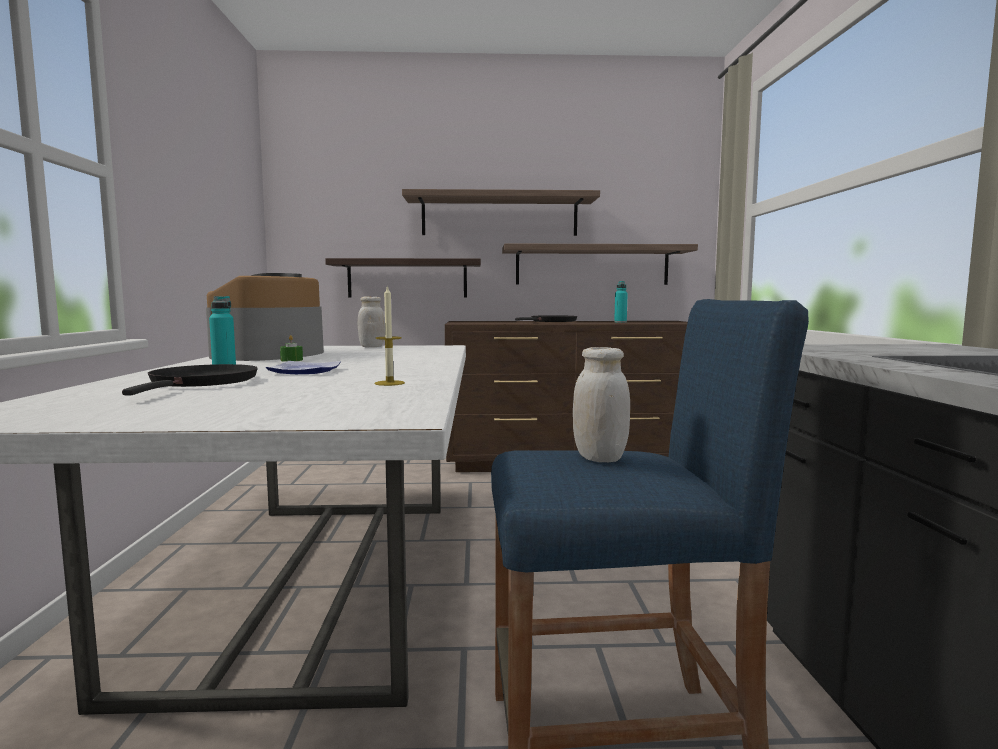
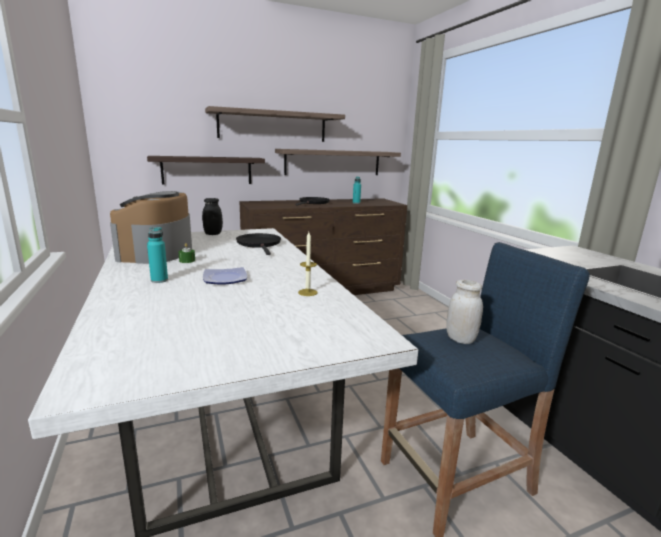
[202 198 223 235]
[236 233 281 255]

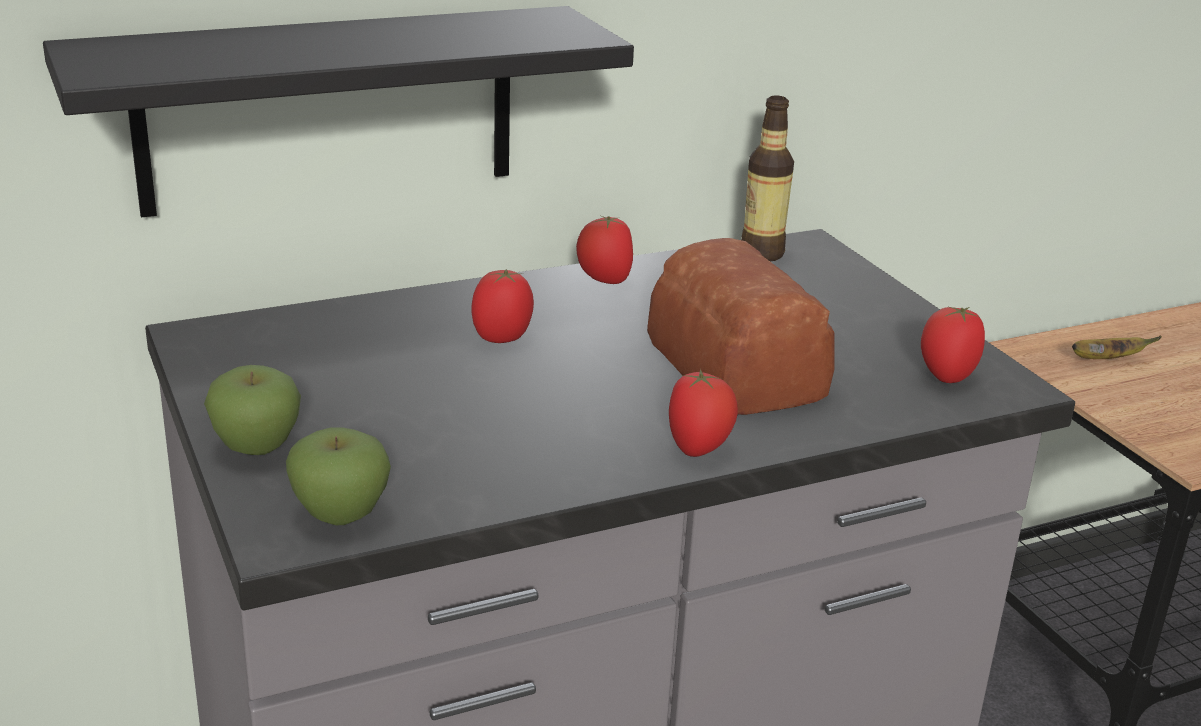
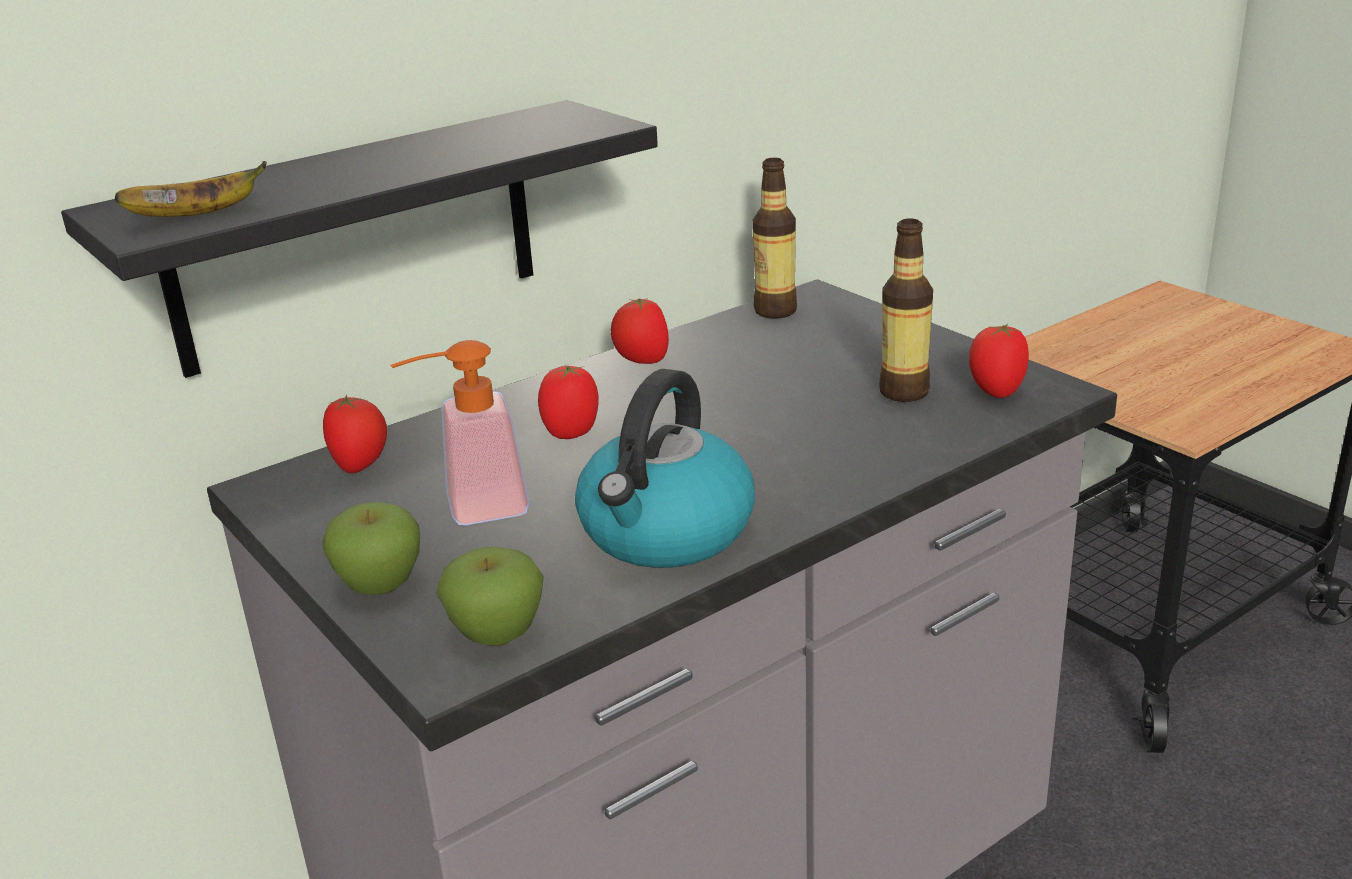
[115 161 267 217]
[323 395 387 473]
[390 340 530 525]
[575 369 755 568]
[879 218 933 402]
[647 238 834 415] (first image)

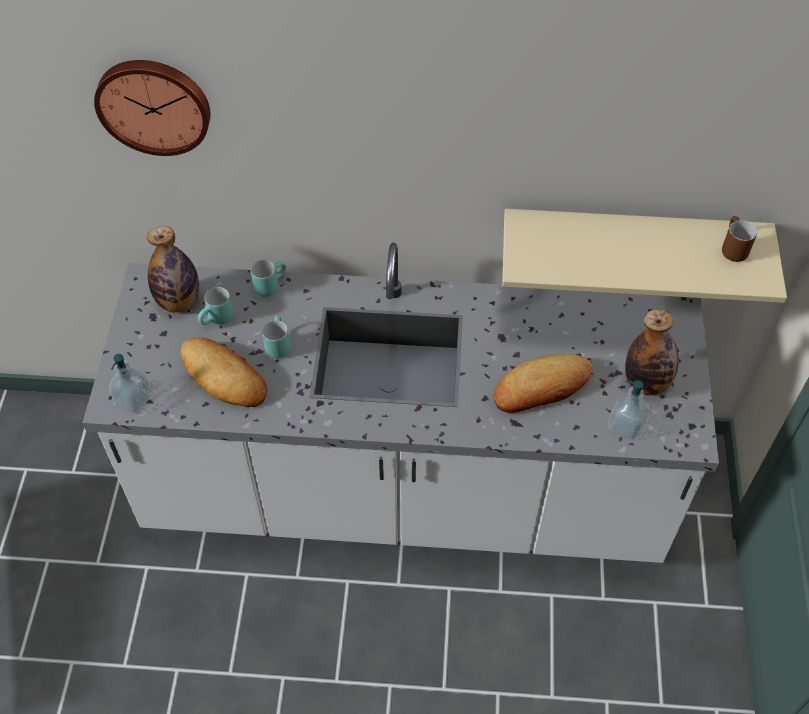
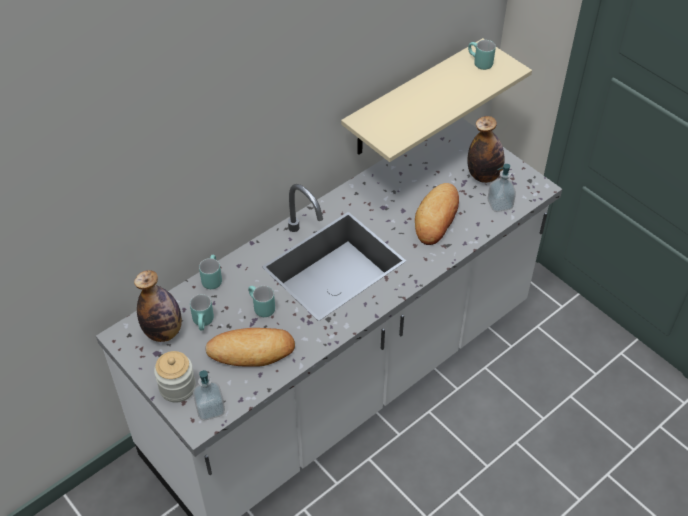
[154 351 196 403]
[468 40 496 70]
[94 60 210 156] (first image)

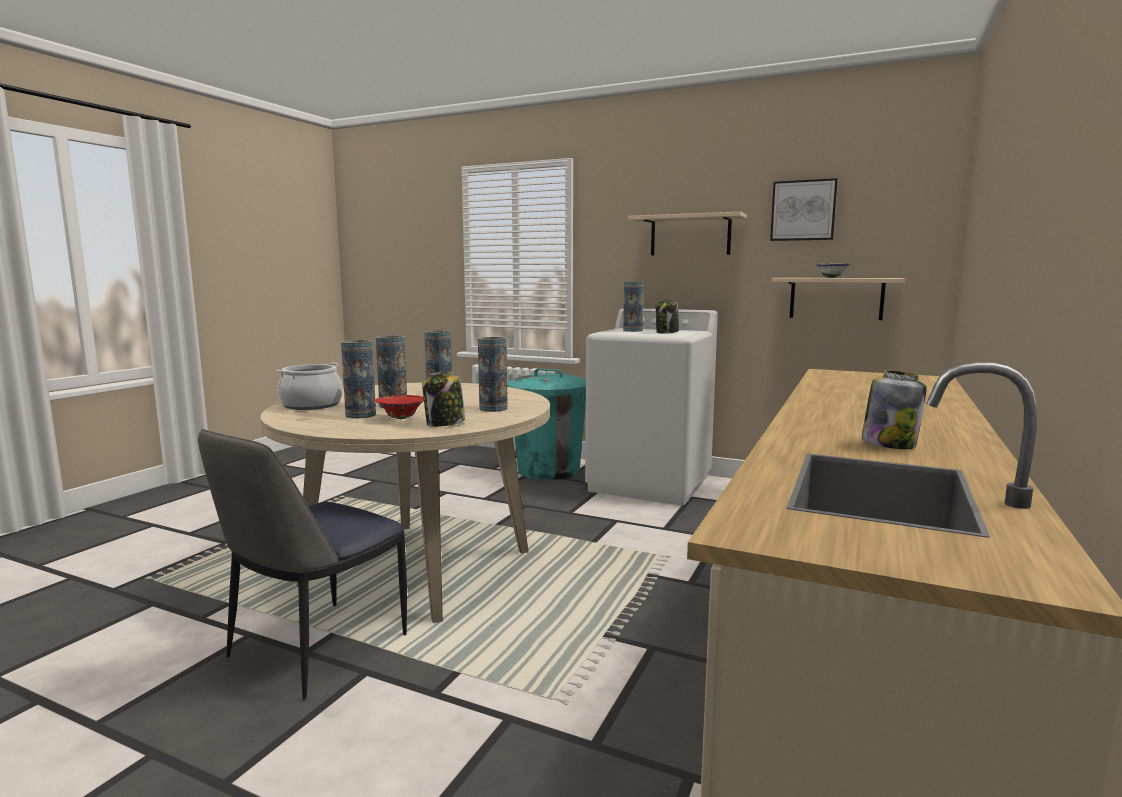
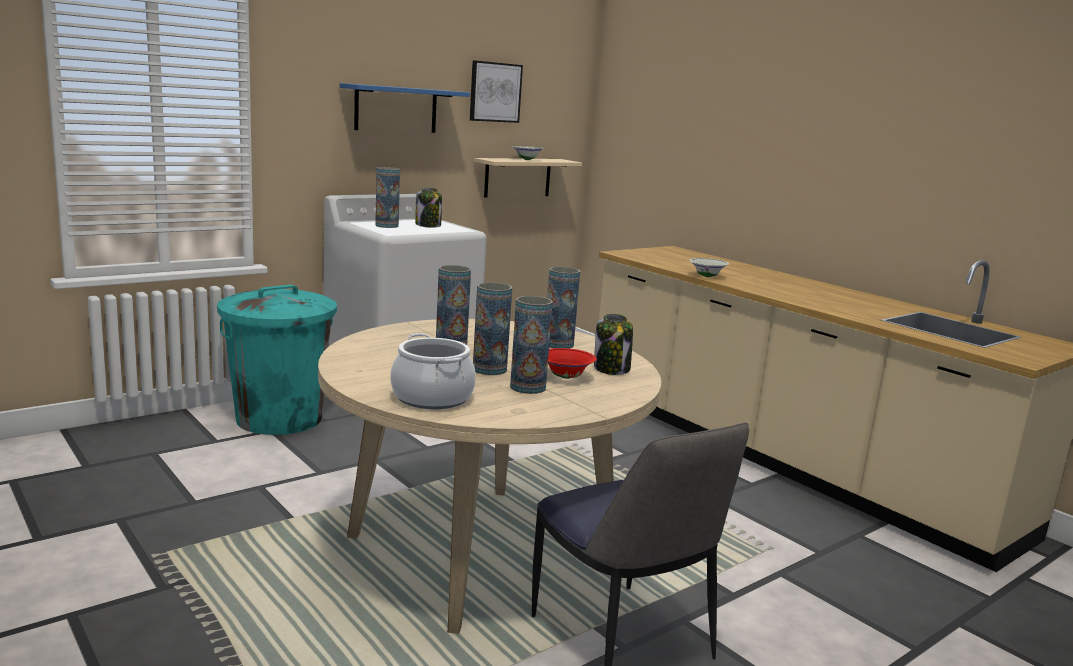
[339 83 470 133]
[689 258 729 277]
[862 371 927 449] (first image)

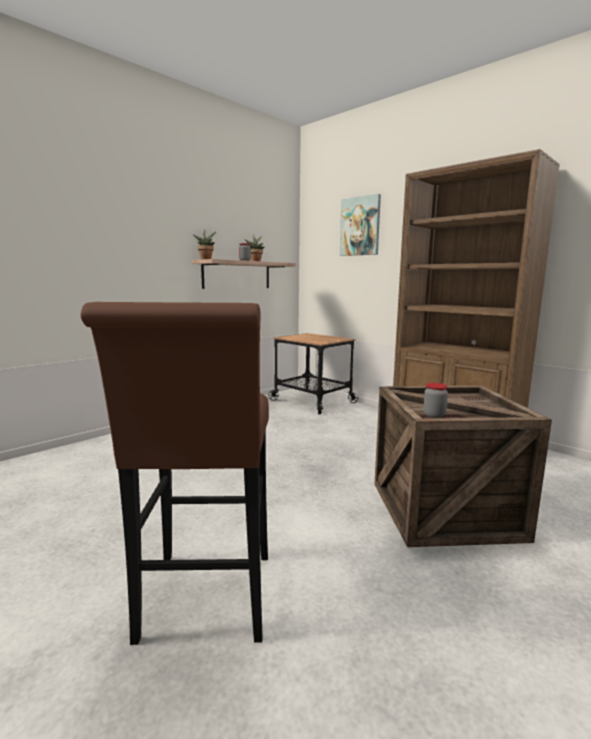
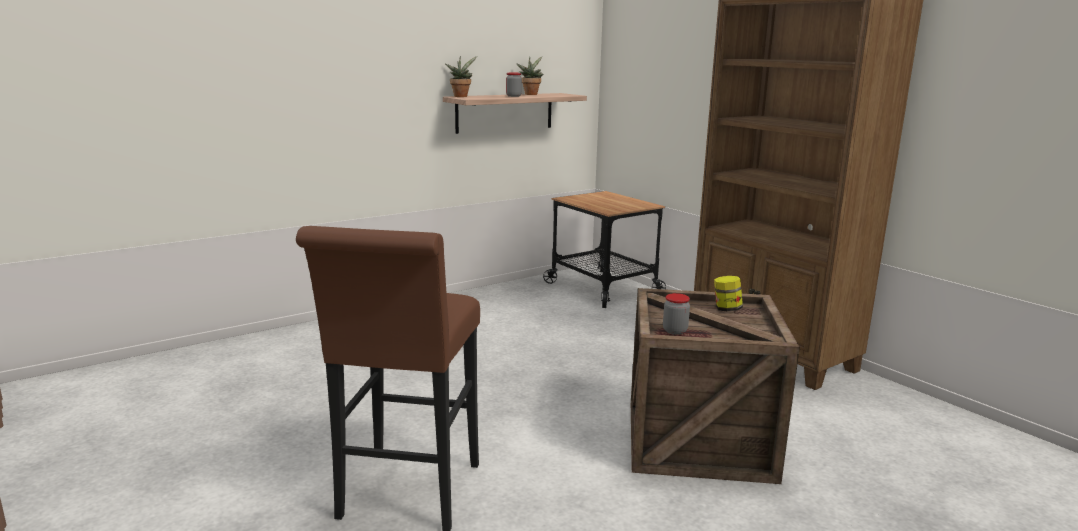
[714 276 743 311]
[340 194 381 256] (first image)

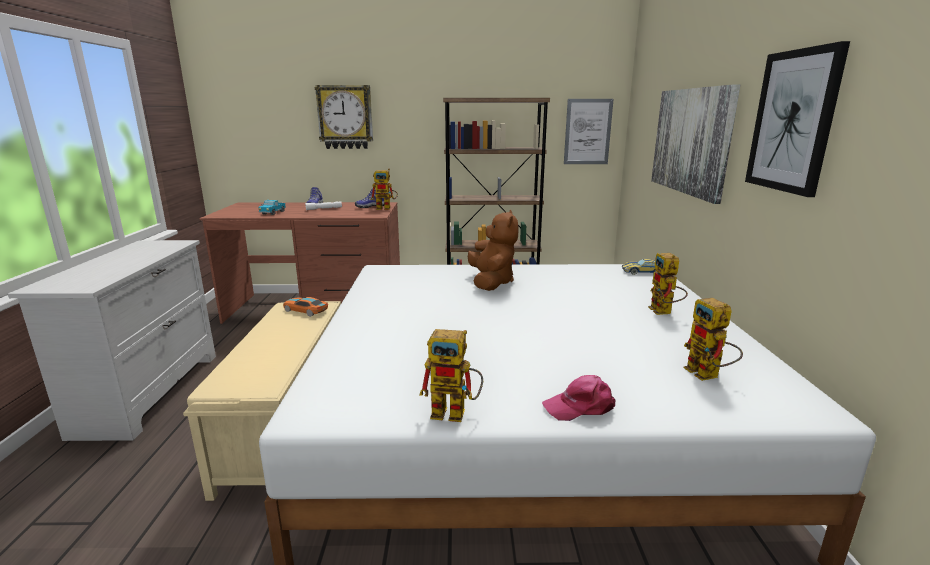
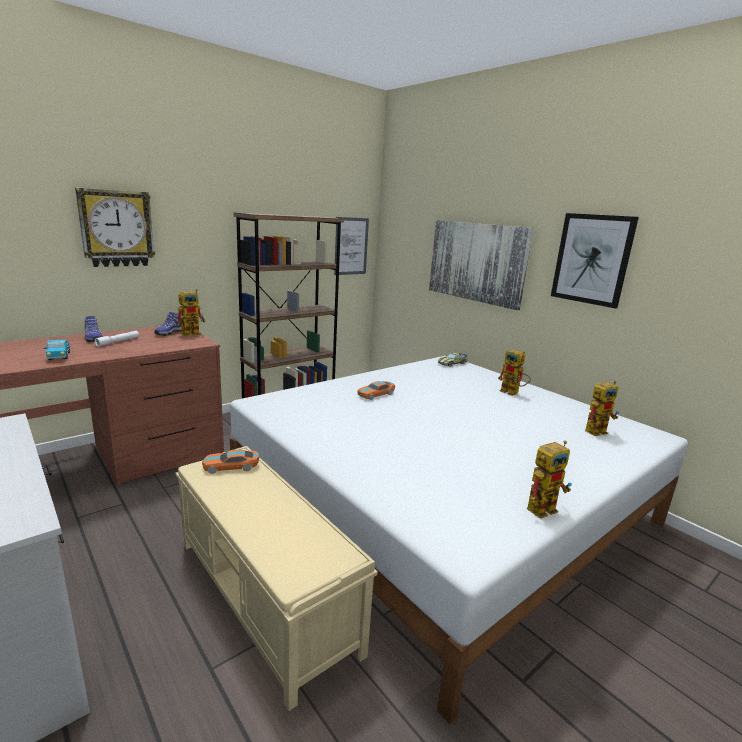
[357 381 395 400]
[585 381 619 436]
[542 375 615 421] (first image)

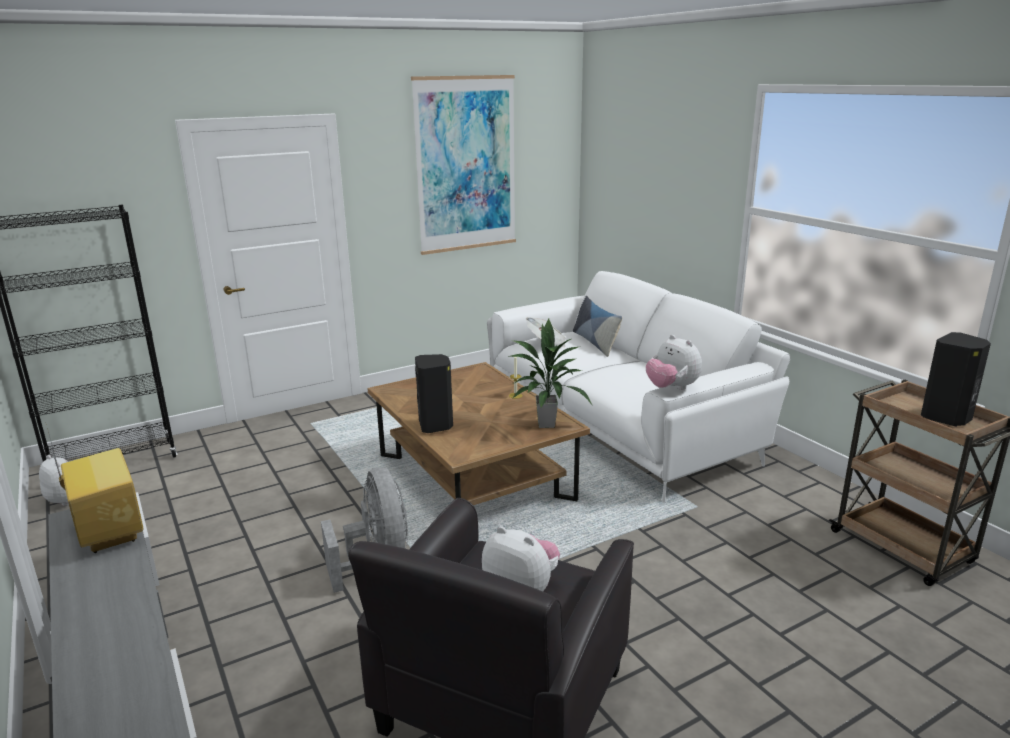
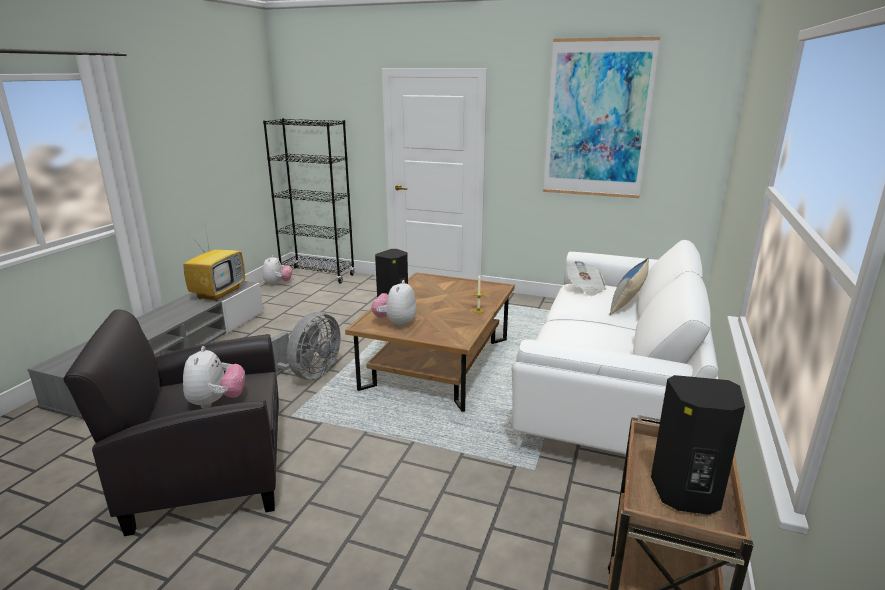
[371 280 416 327]
[509 319 592 428] (first image)

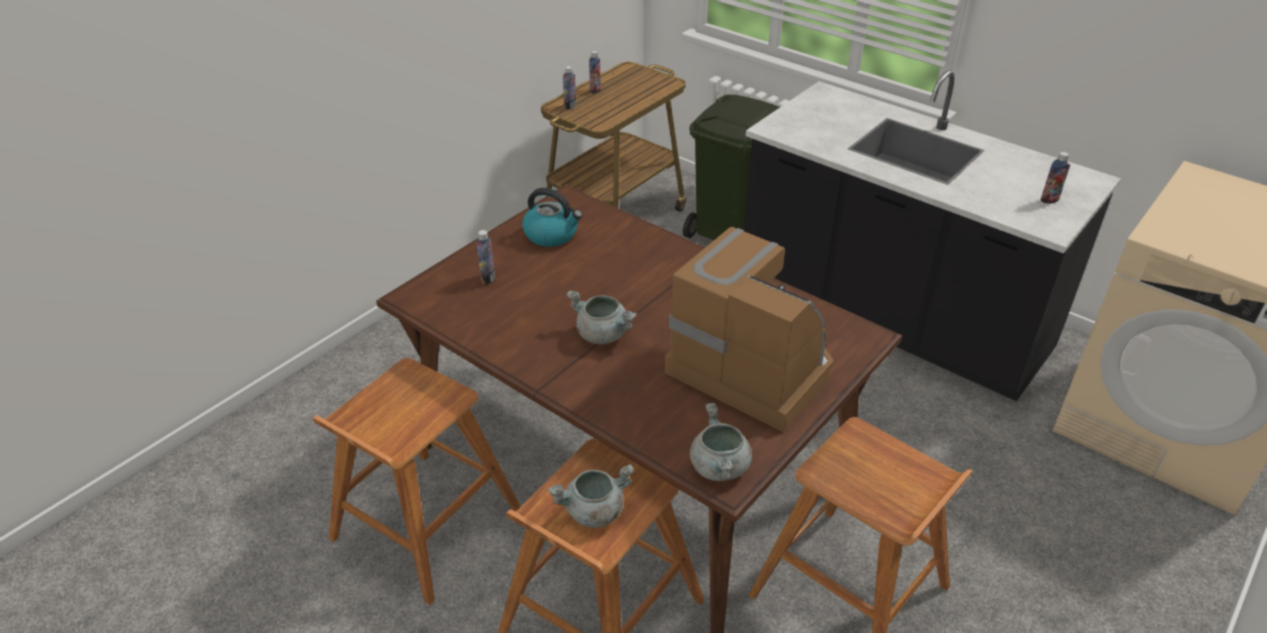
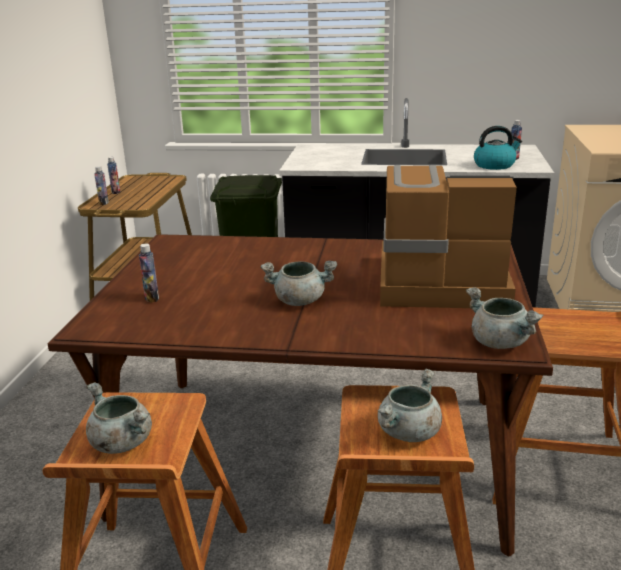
[86 382 152 454]
[474 126 522 170]

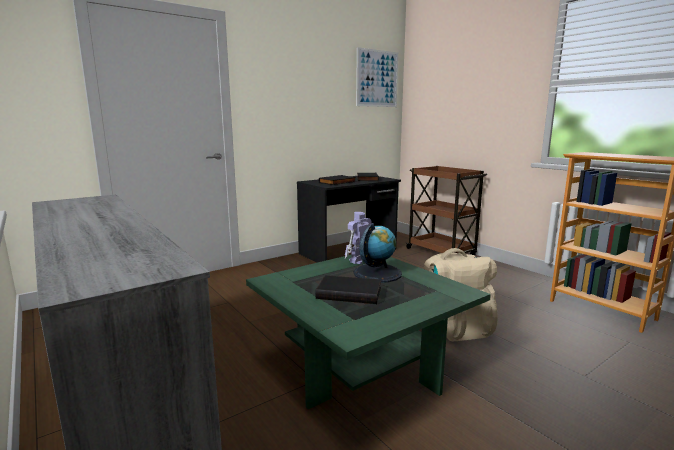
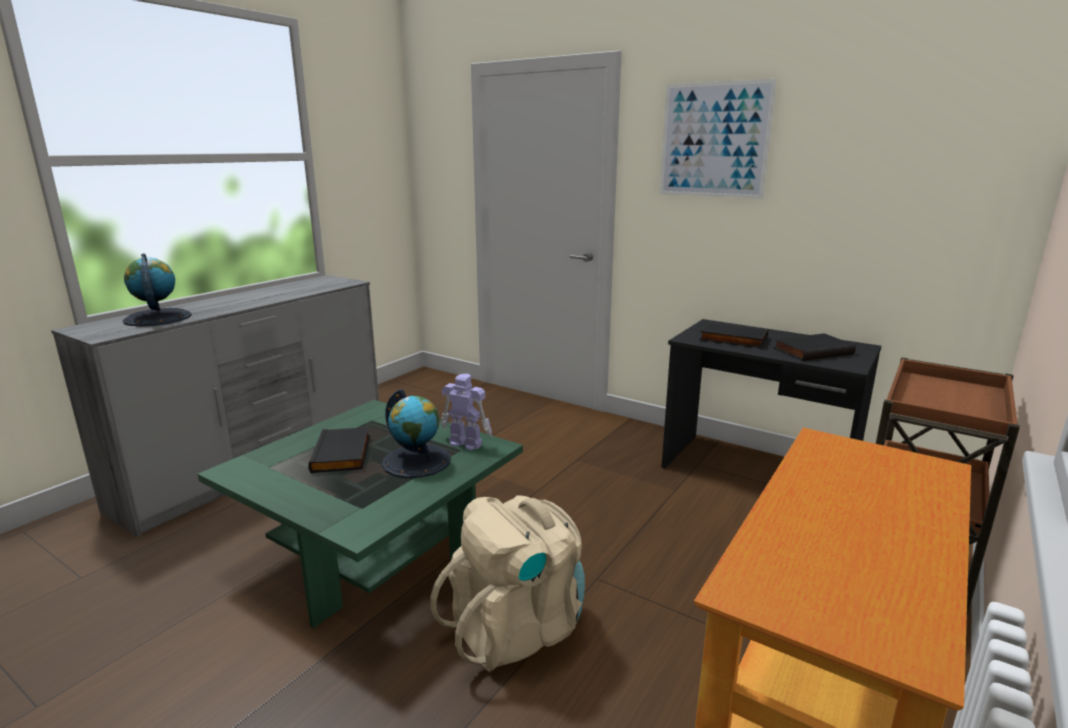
[123 253 191 326]
[660 79 777 199]

